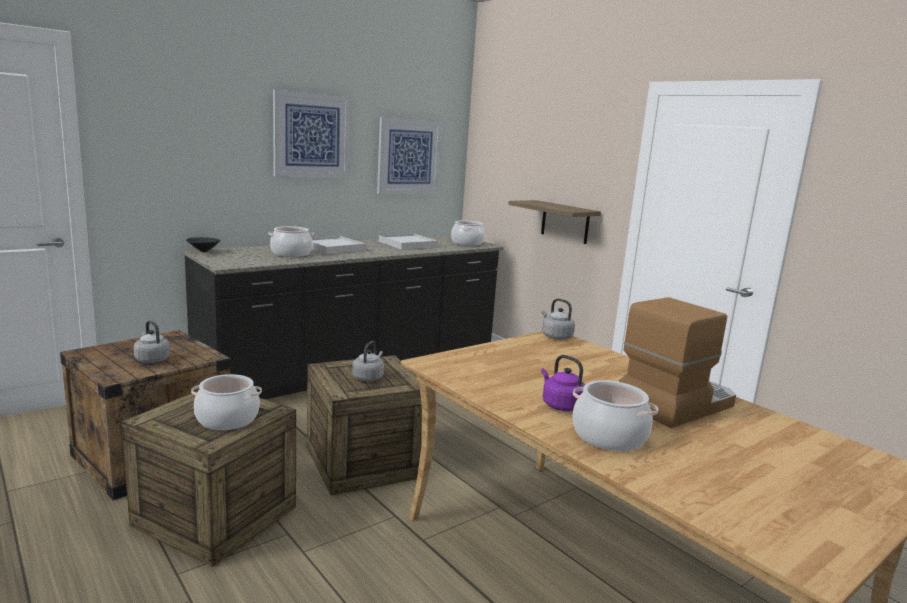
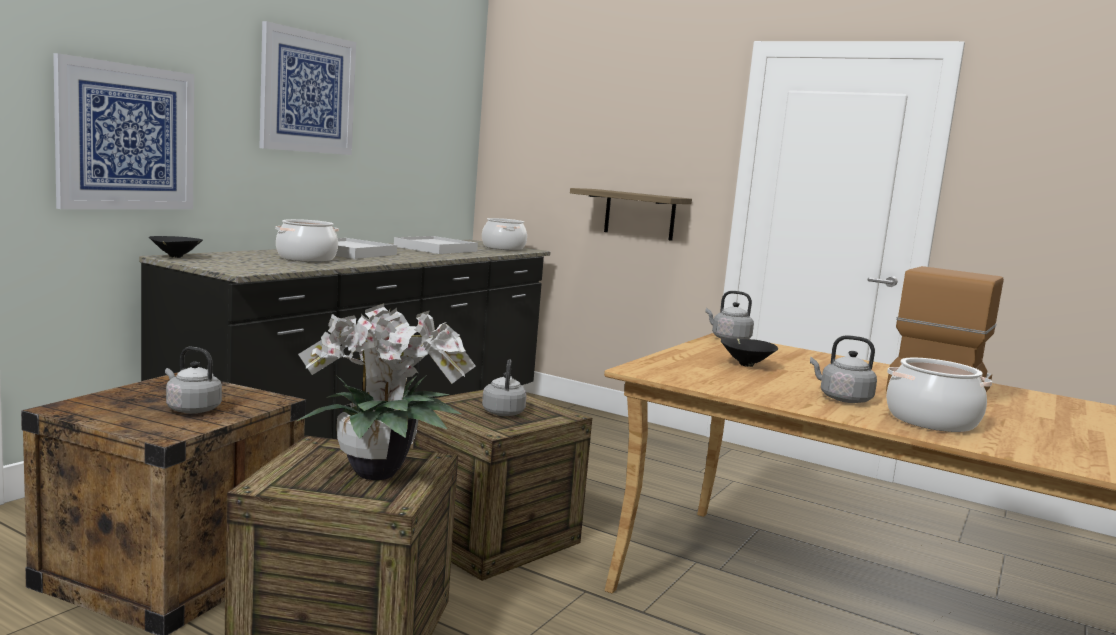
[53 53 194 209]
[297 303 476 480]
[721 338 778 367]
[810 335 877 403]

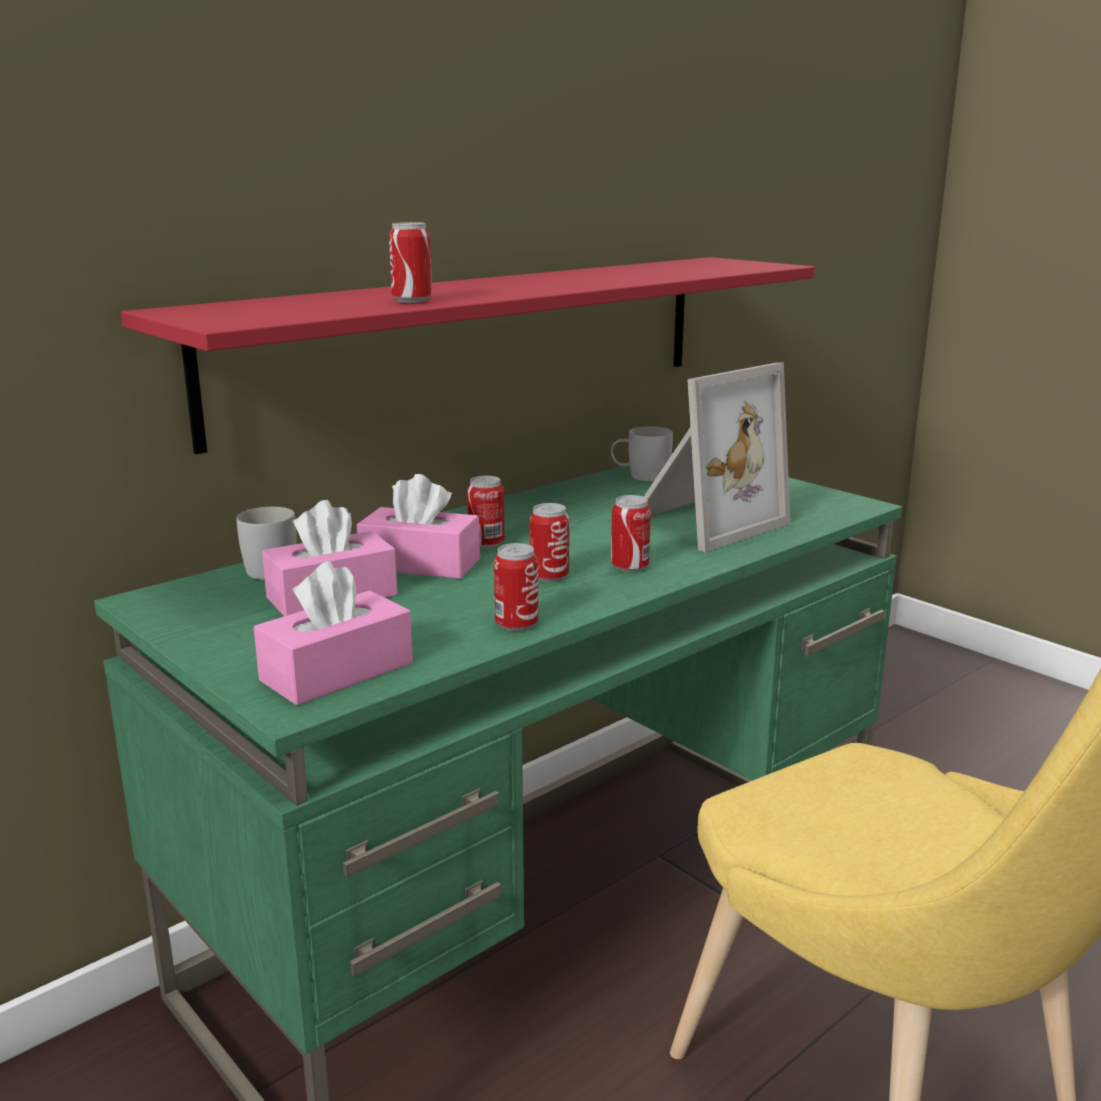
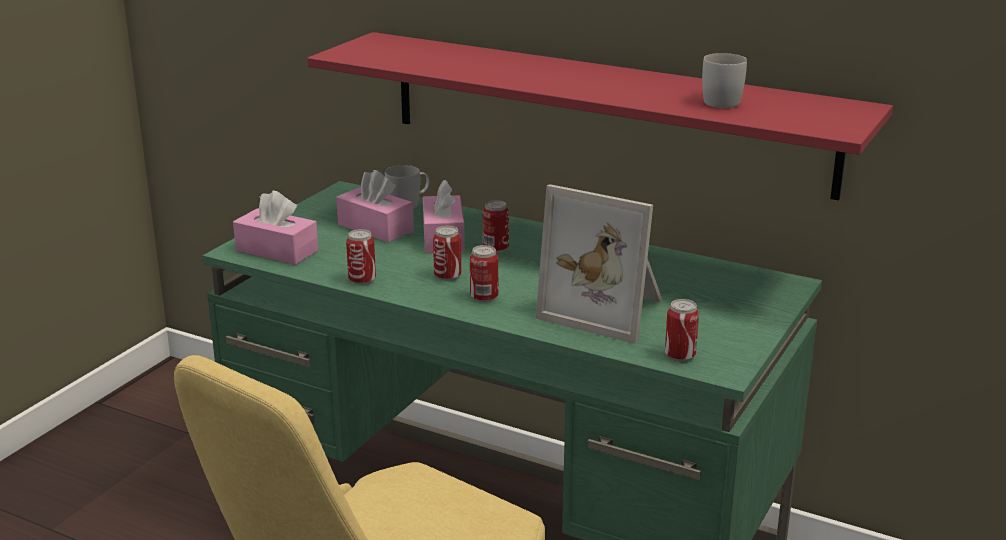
[665 299 699 361]
[702 53 747 108]

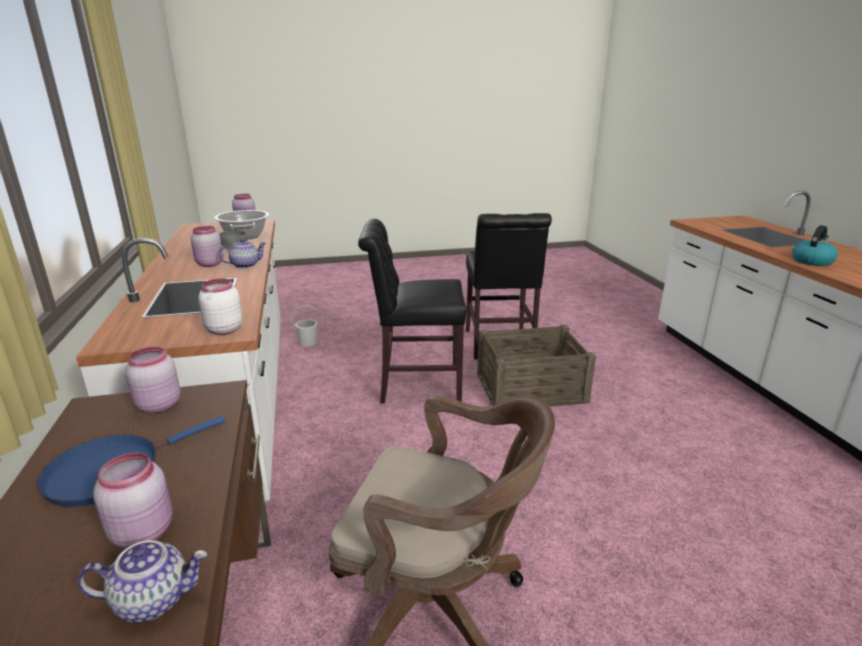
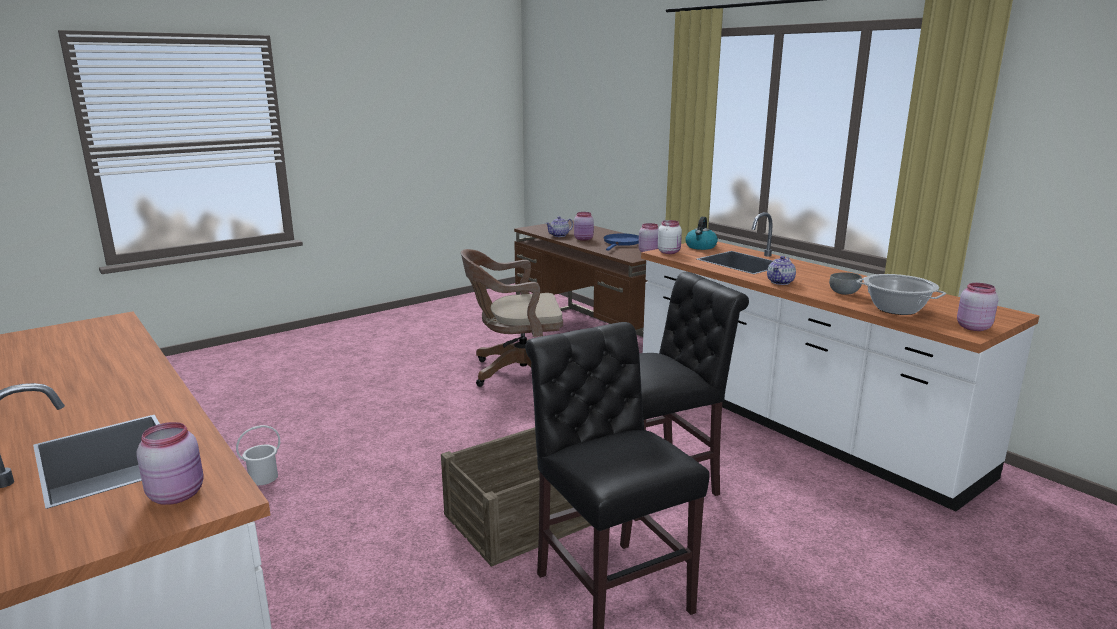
[136 422 204 505]
[236 425 280 485]
[685 217 718 250]

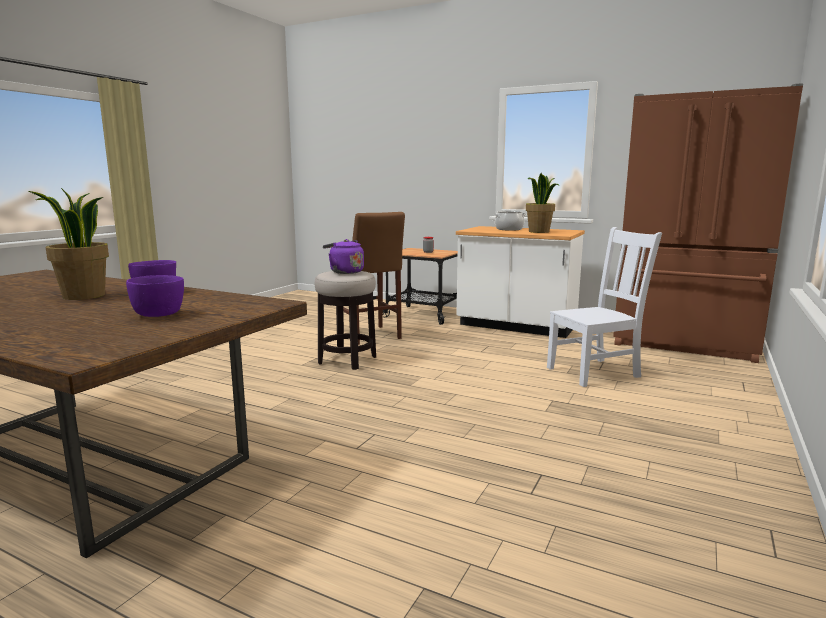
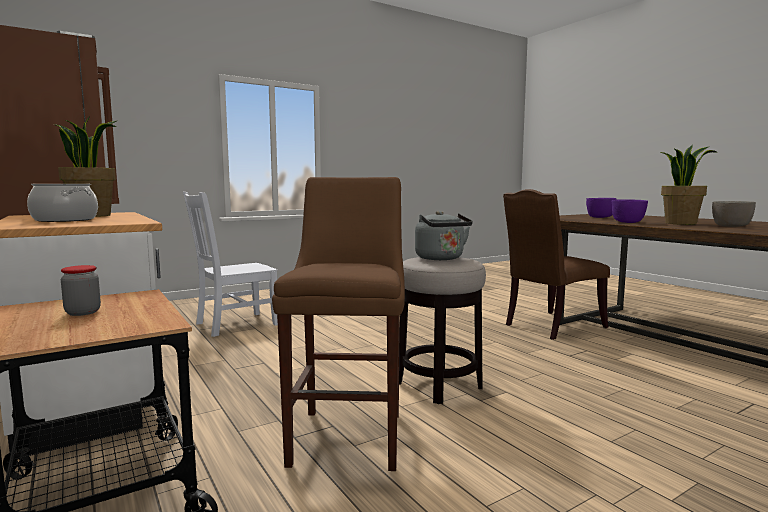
[183 191 278 337]
[415 211 473 260]
[503 189 610 340]
[712 201 756 227]

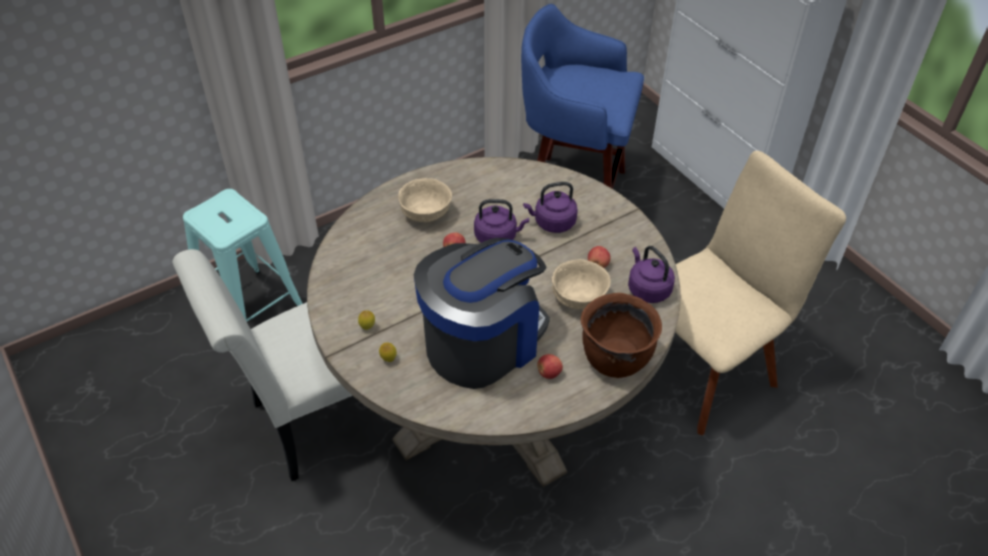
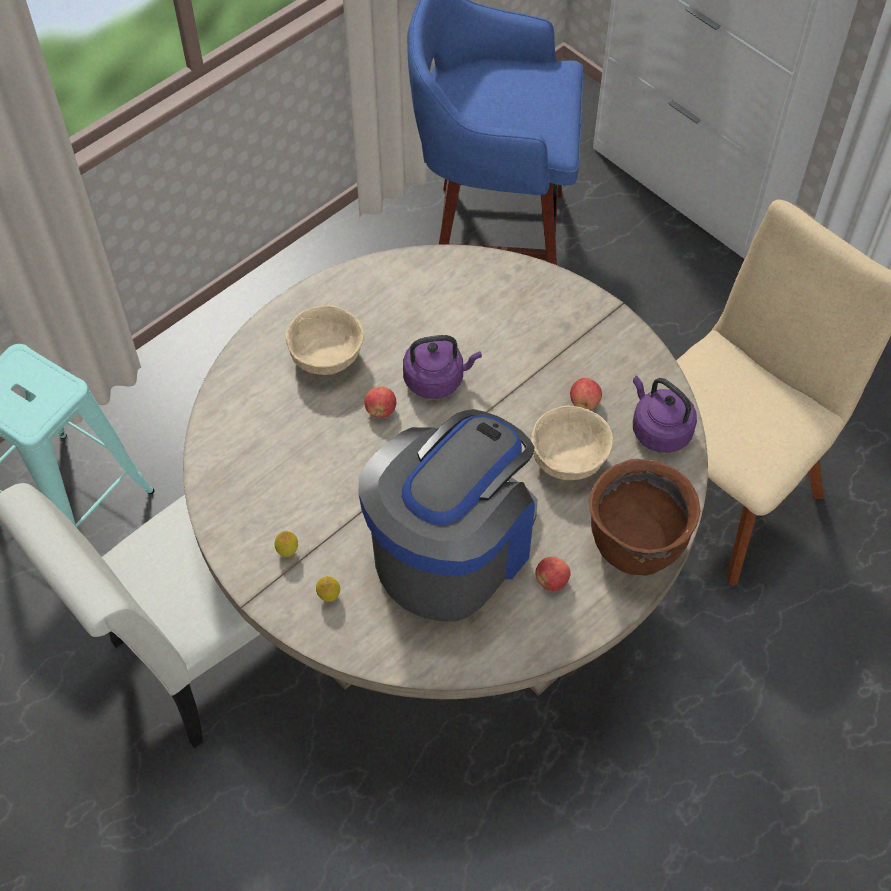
[523 182 578 233] (first image)

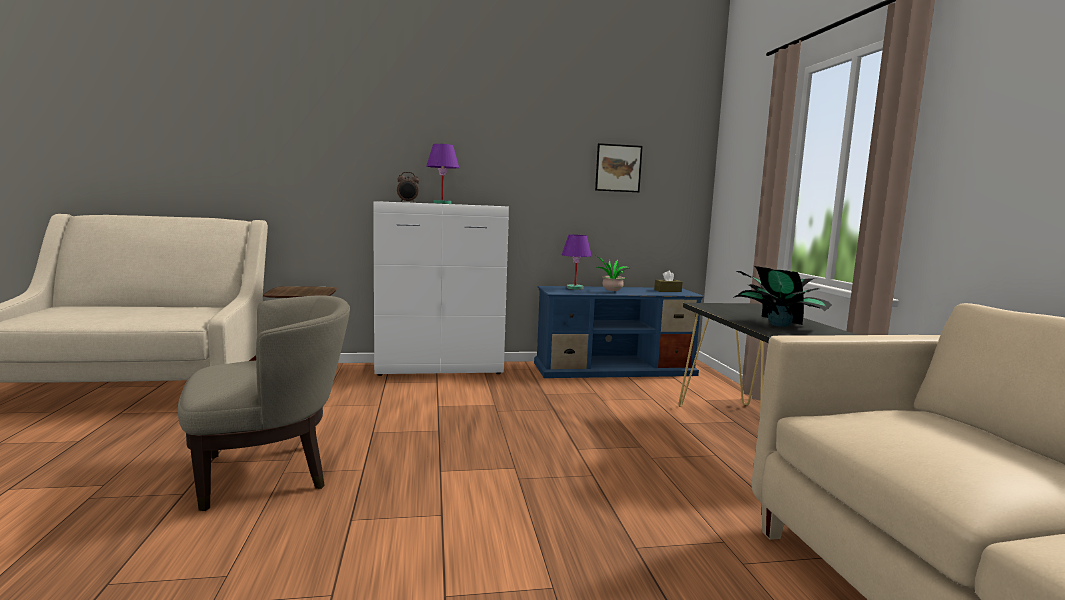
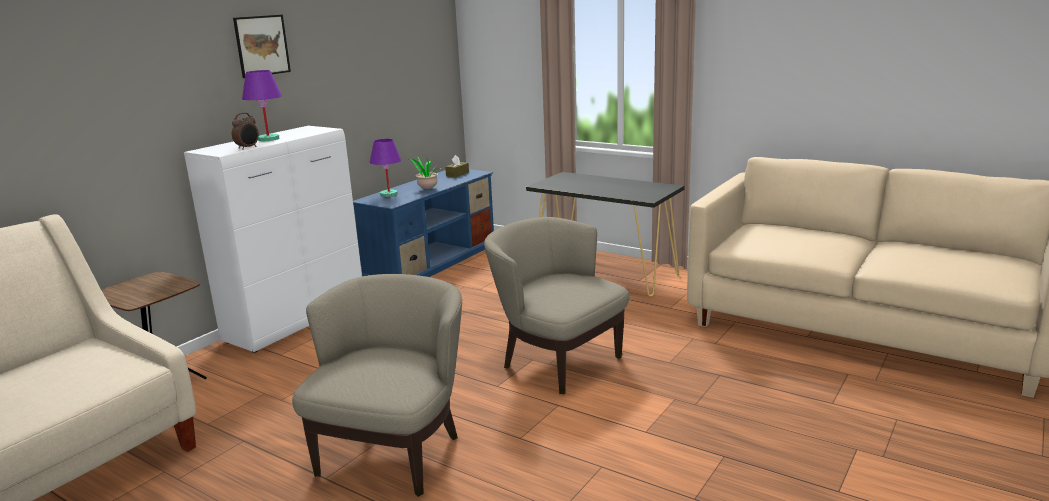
[233 15 291 78]
[484 217 629 394]
[733 266 832 327] (first image)

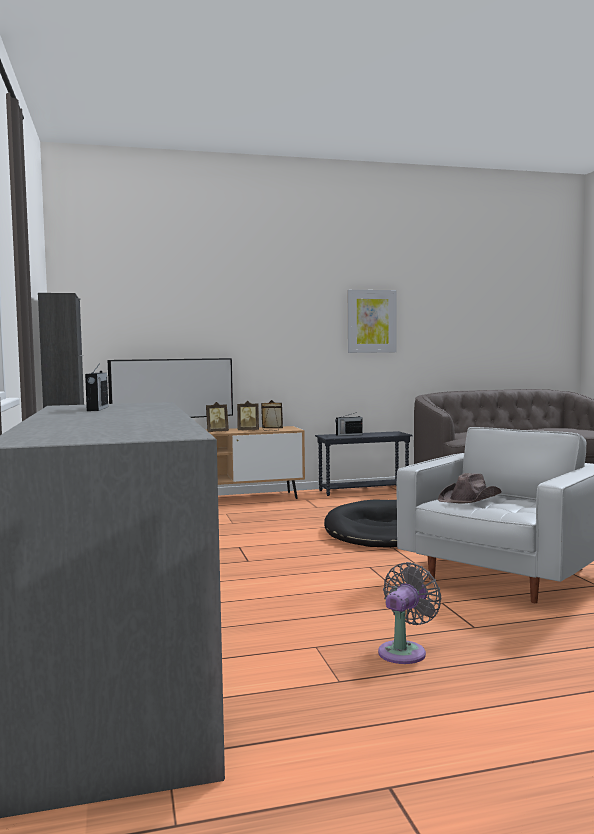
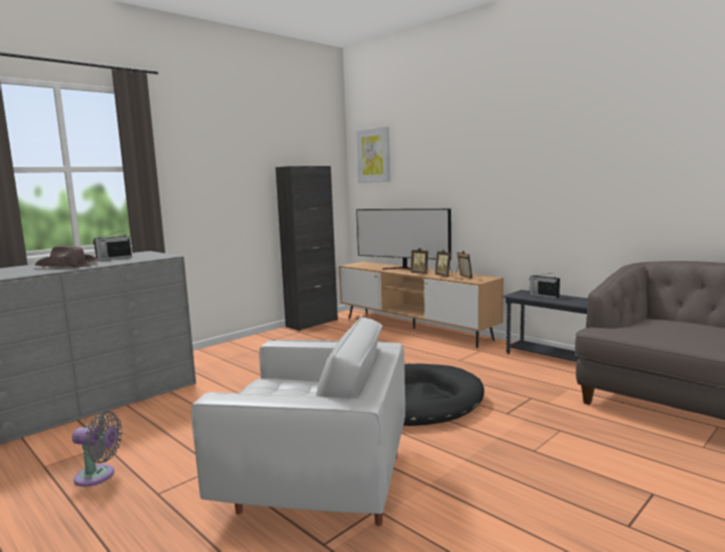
[35 246 99 267]
[356 126 390 183]

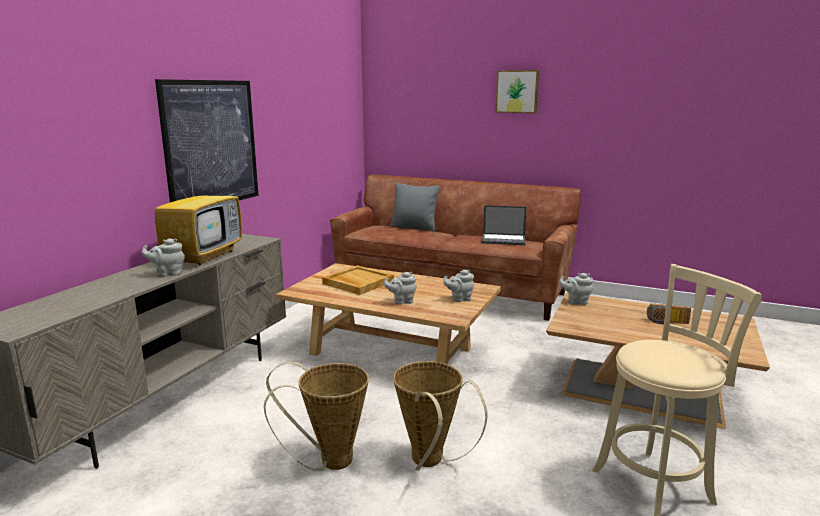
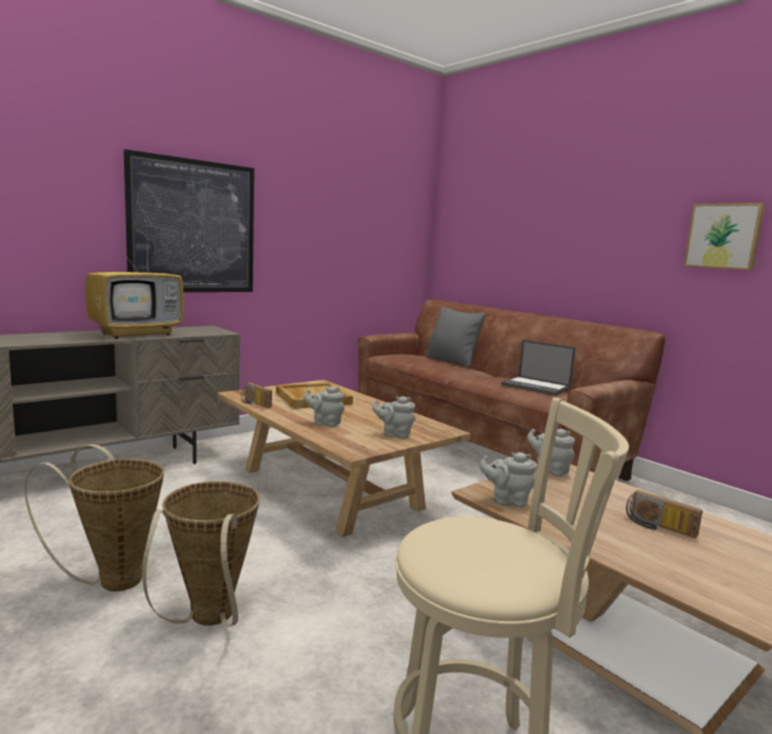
[241 382 272 408]
[479 452 537 508]
[684 203 765 270]

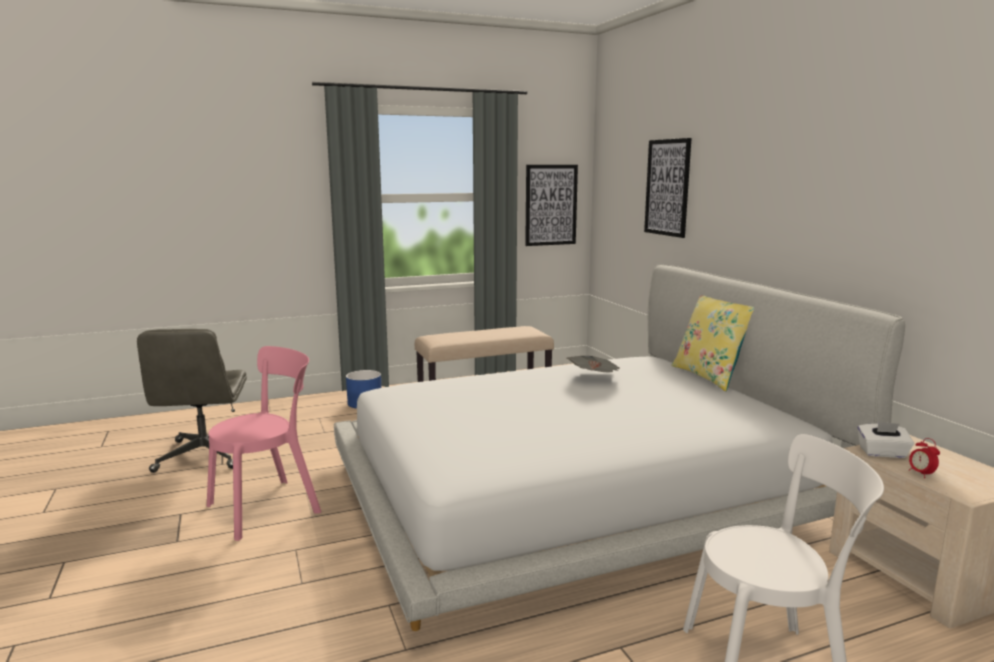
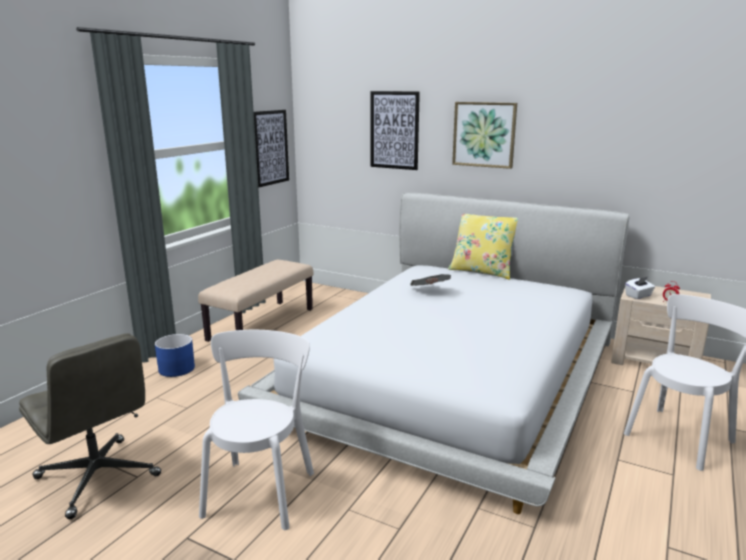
[199 330 314 530]
[452 102 517 169]

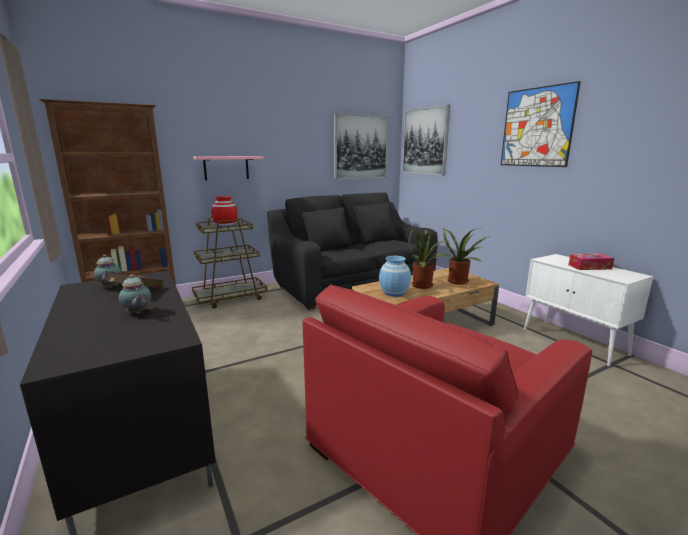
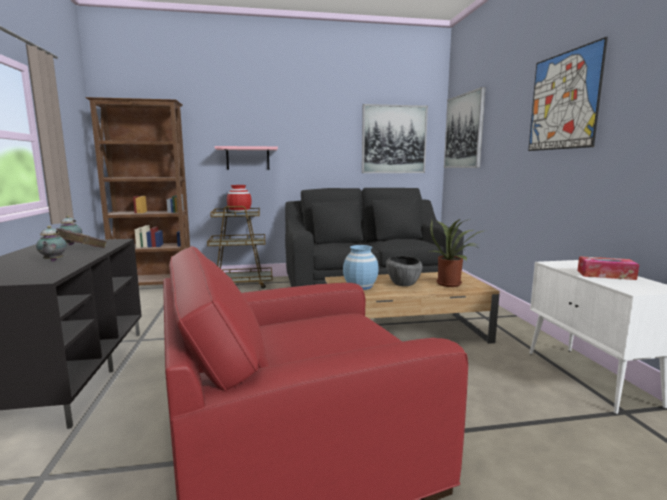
[386 255 422 286]

